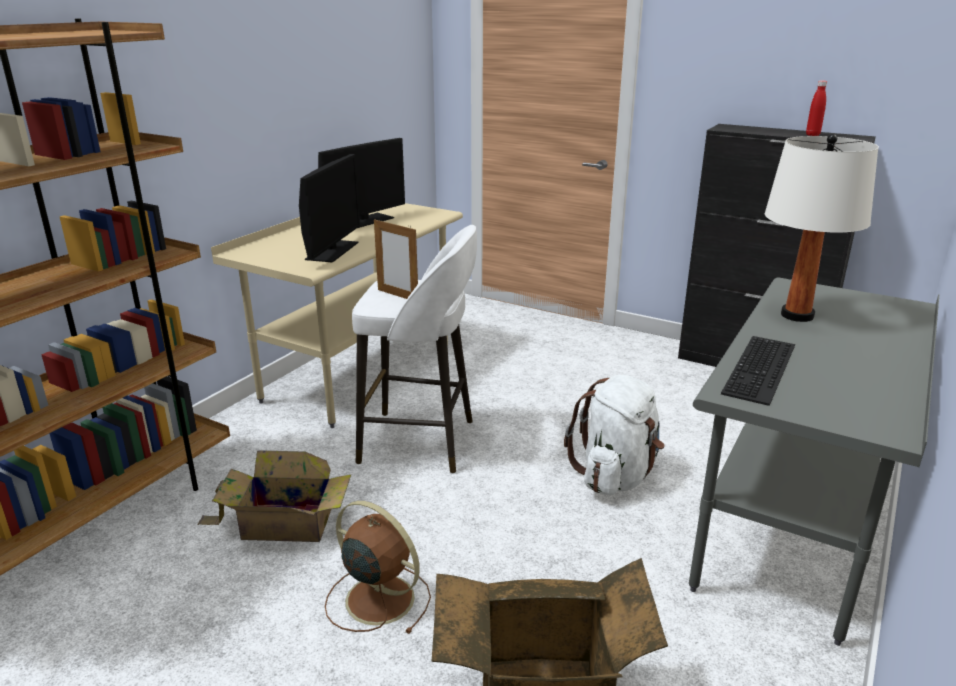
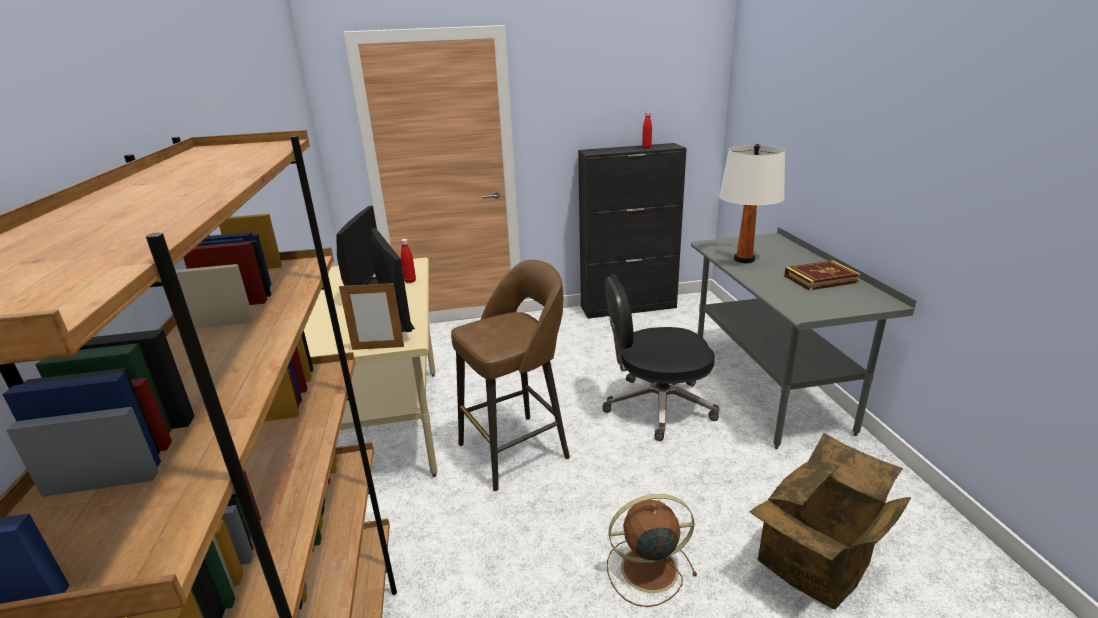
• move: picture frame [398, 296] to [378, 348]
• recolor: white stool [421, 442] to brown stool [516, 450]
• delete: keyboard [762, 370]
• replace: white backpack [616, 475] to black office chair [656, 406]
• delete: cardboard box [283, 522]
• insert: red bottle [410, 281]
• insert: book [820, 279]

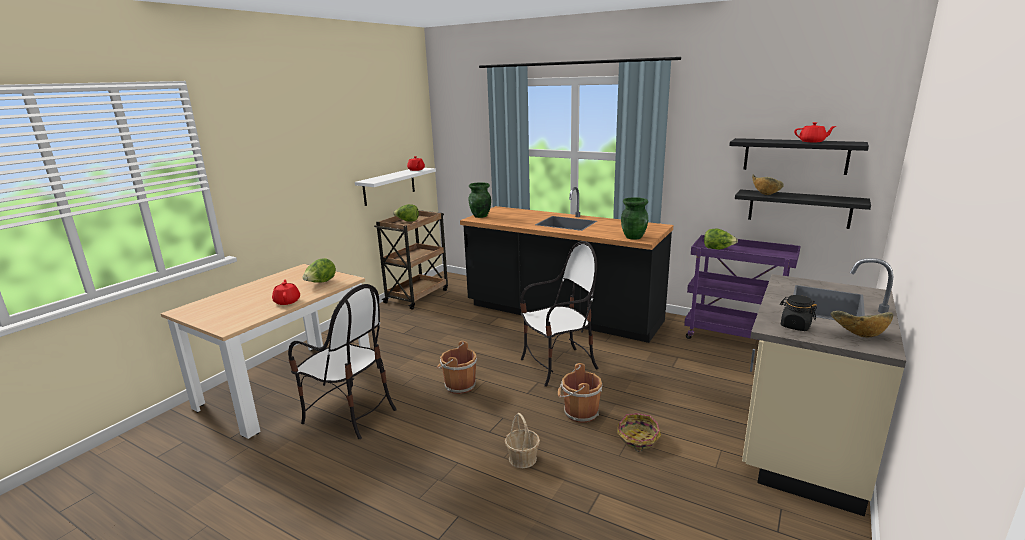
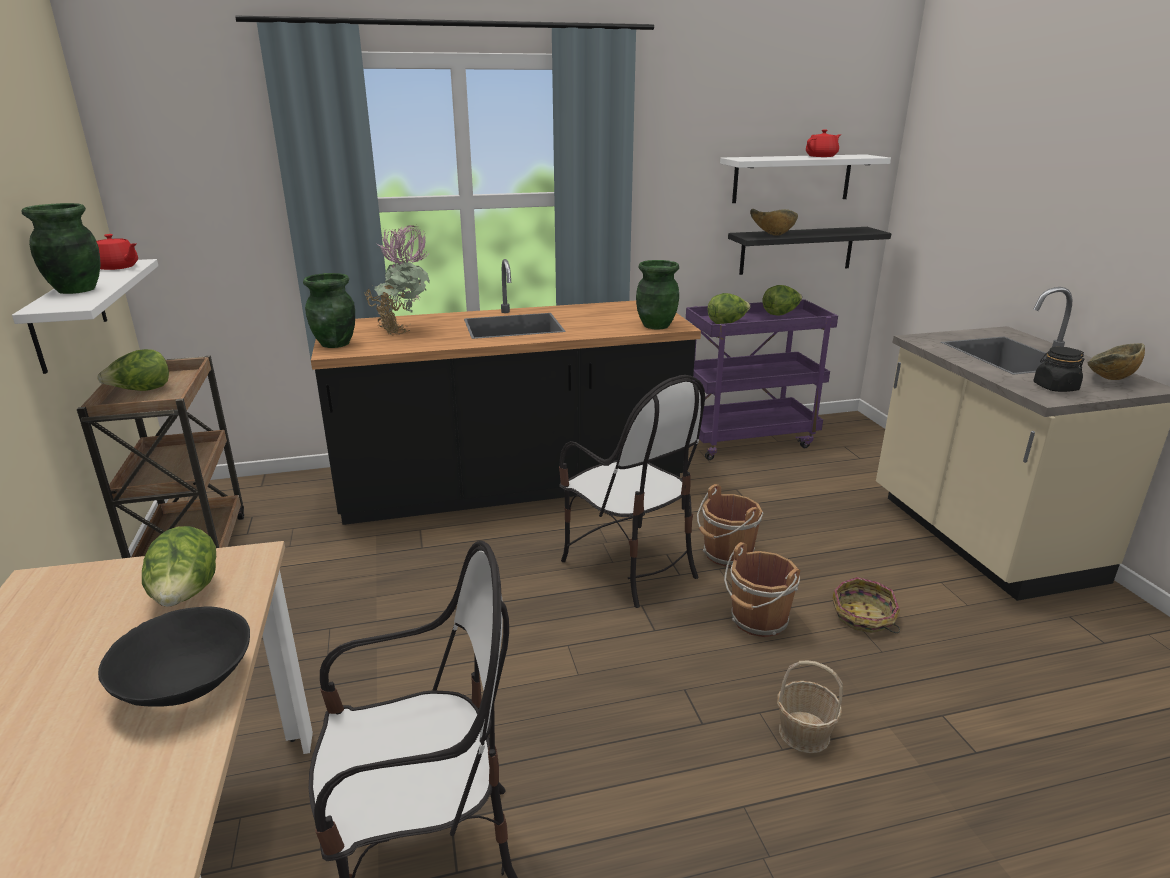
• recolor: black shelf [795, 156] to white shelf [792, 178]
• rotate: chair [558, 366] = [629, 566] 120 degrees clockwise
• replace: red teapot [287, 301] to black bowl [187, 683]
• move: brown bucket [458, 385] to [726, 554]
• insert: green vase [76, 290]
• insert: potted plant [404, 331]
• insert: lettuce [781, 314]

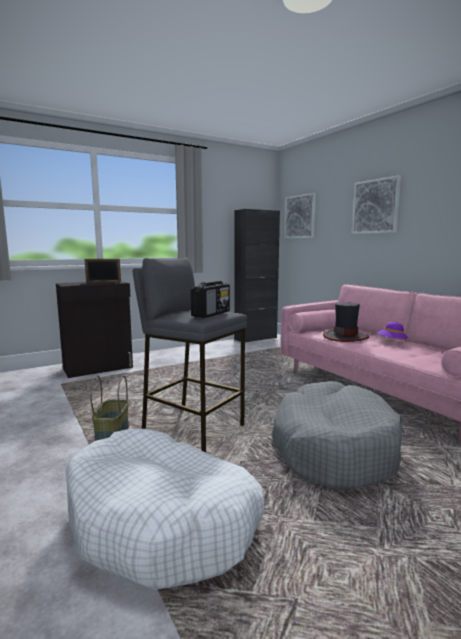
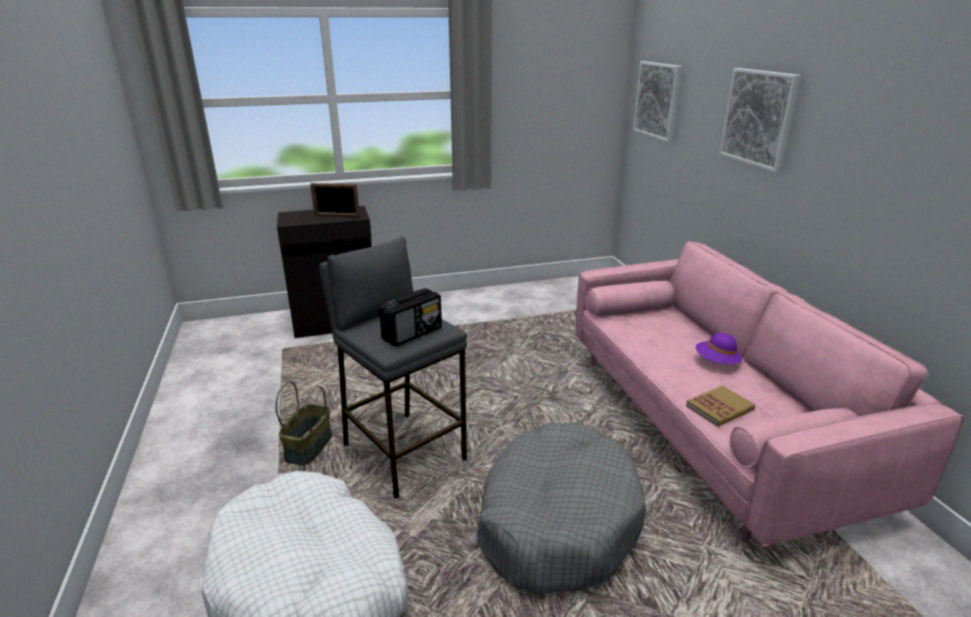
• delete: black cabinet [255, 338]
• delete: hat [345, 337]
• insert: book [720, 408]

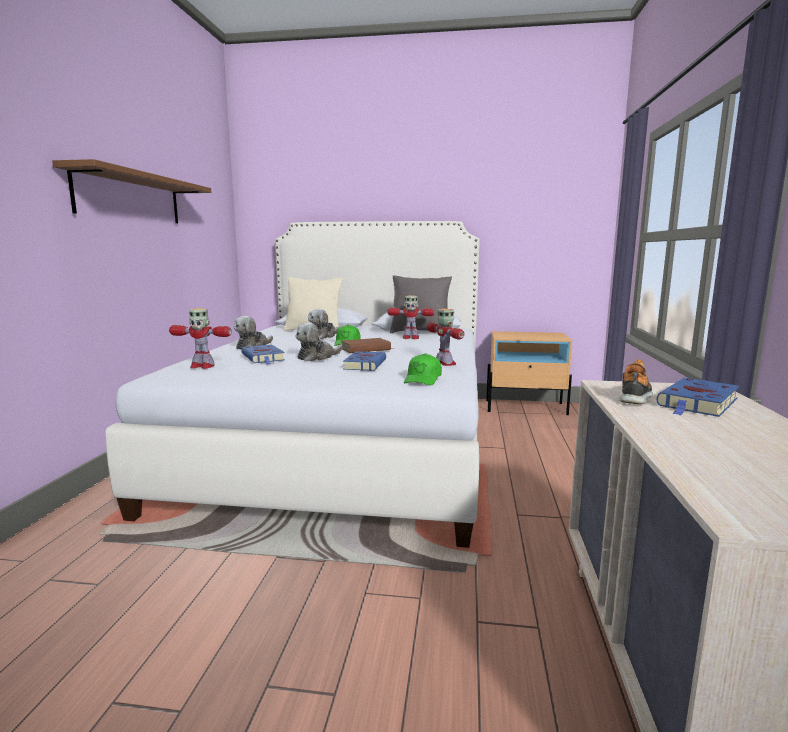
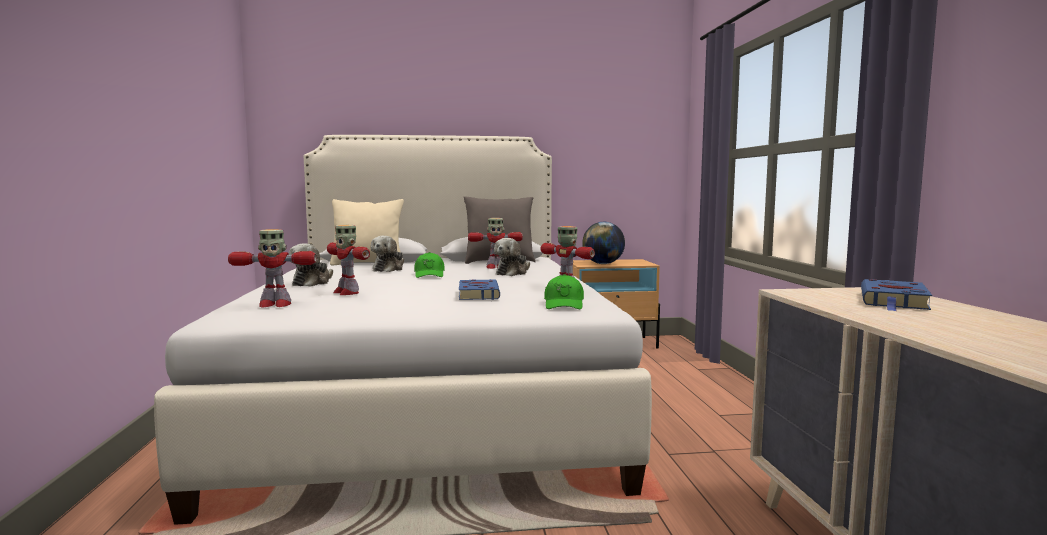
• delete: brown shelf [130, 198]
• move: plush toy [317, 357] to [512, 273]
• delete: brown book [366, 349]
• replace: blue book [263, 358] to toy robot [346, 292]
• delete: shoe [635, 397]
• insert: globe [603, 264]

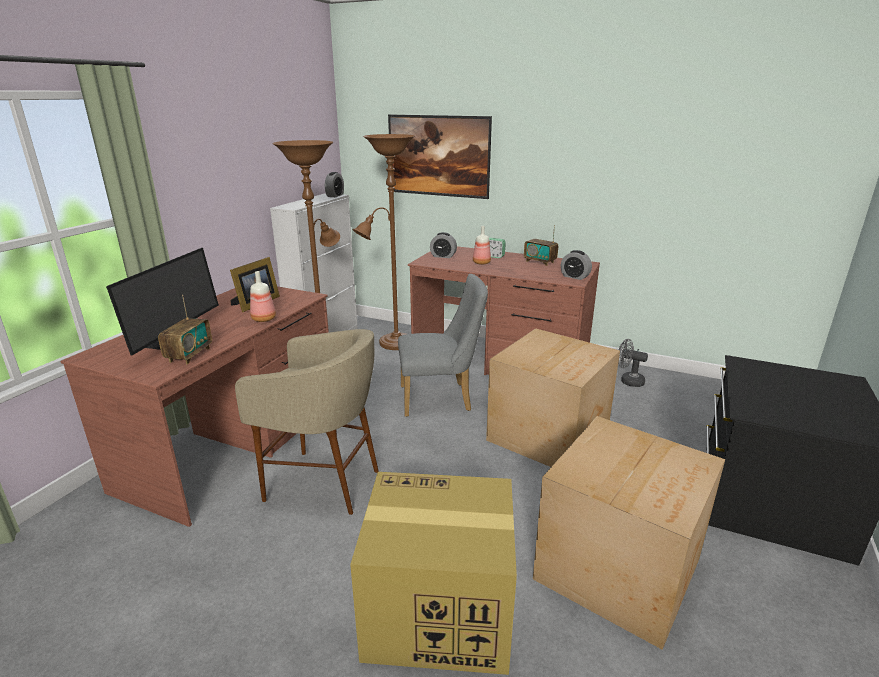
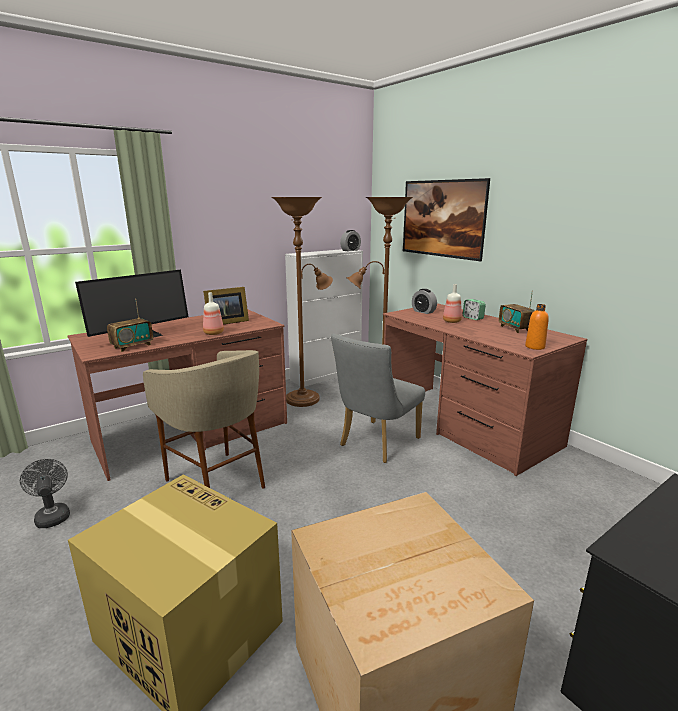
• replace: alarm clock [574, 277] to orange bottle [535, 347]
• rotate: grey chair [441, 398] = [376, 444] 105 degrees clockwise
• delete: cardboard box [550, 435]
• move: grey fan [628, 381] to [52, 515]

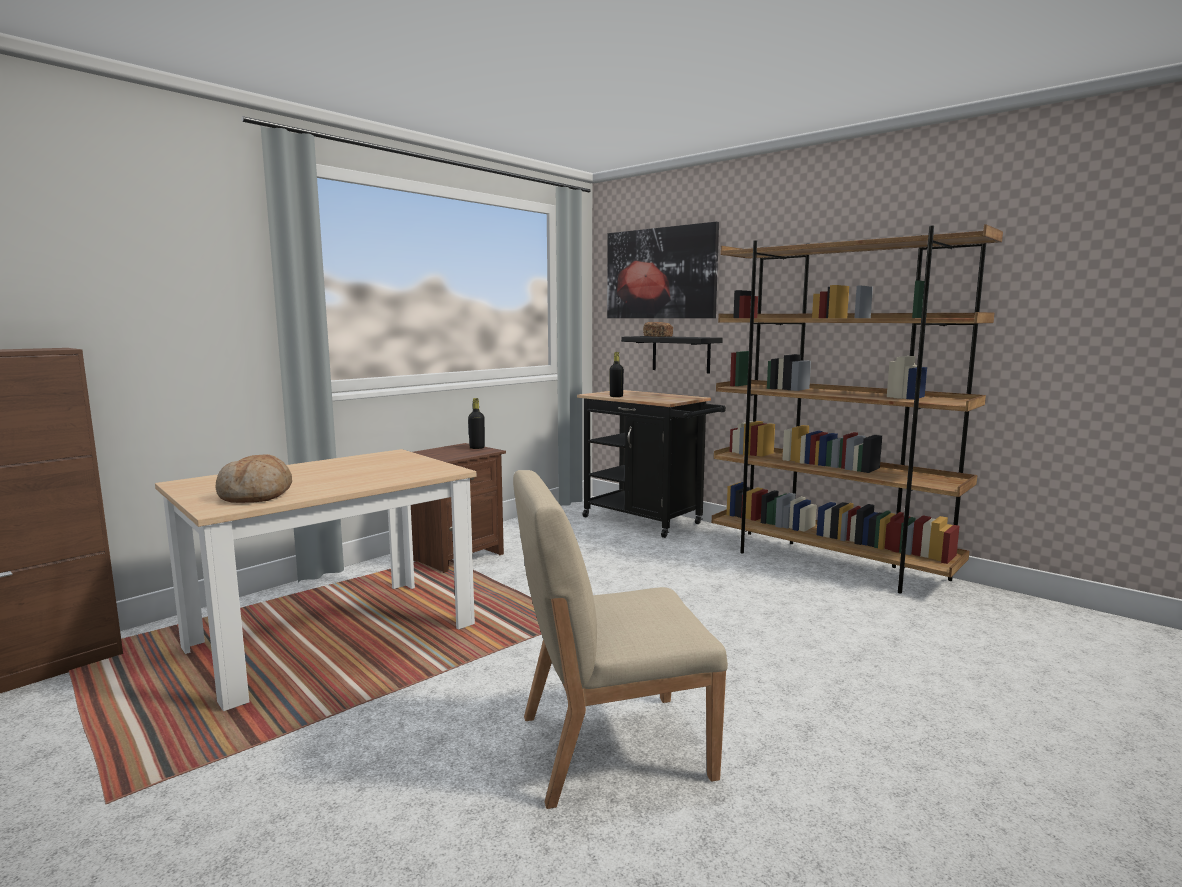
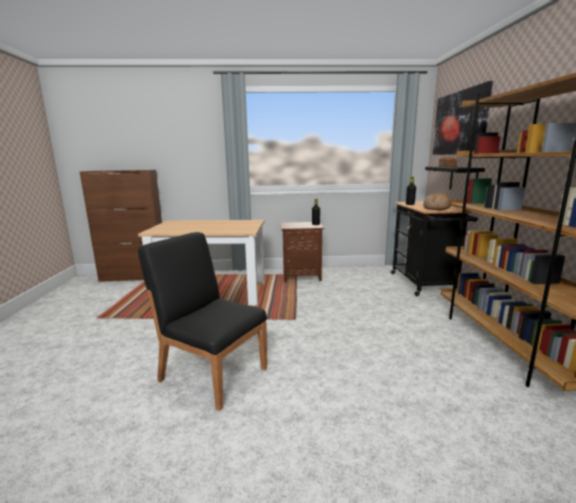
• move: bread [257, 495] to [437, 208]
• recolor: beige chair [611, 746] to black chair [213, 373]

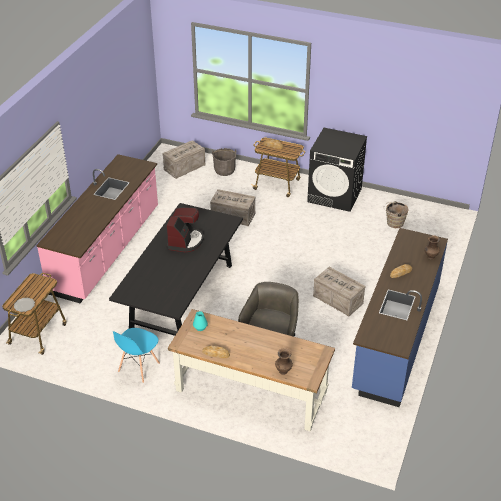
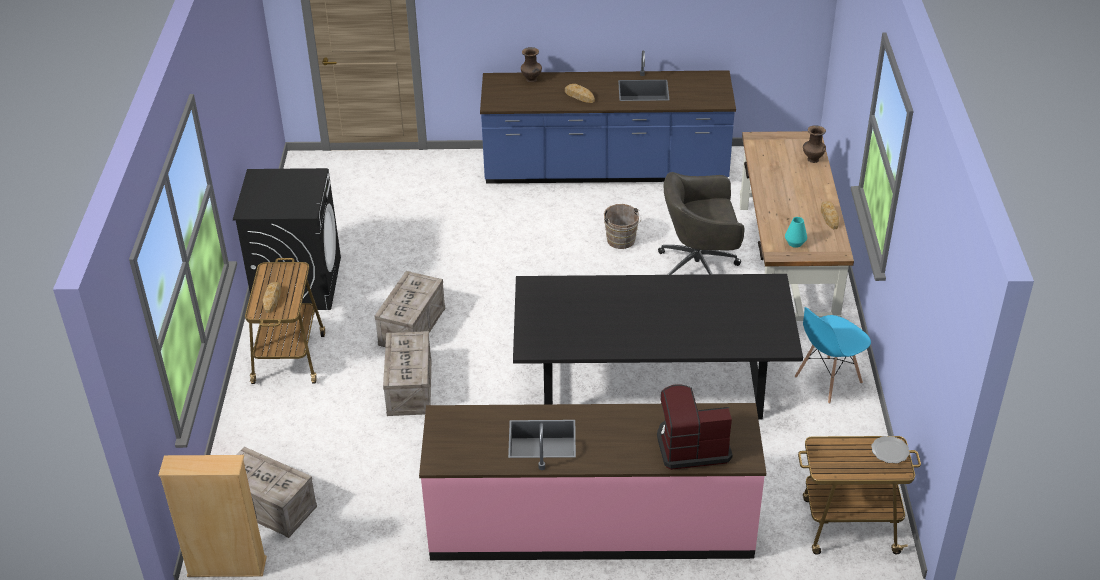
• delete: grey bucket [224, 170]
• move: brown bucket [393, 223] to [621, 241]
• move: coffee machine [185, 241] to [691, 446]
• move: crate [338, 300] to [412, 325]
• rotate: blue chair [138, 367] = [827, 380] 135 degrees clockwise
• insert: beige bookcase [227, 567]

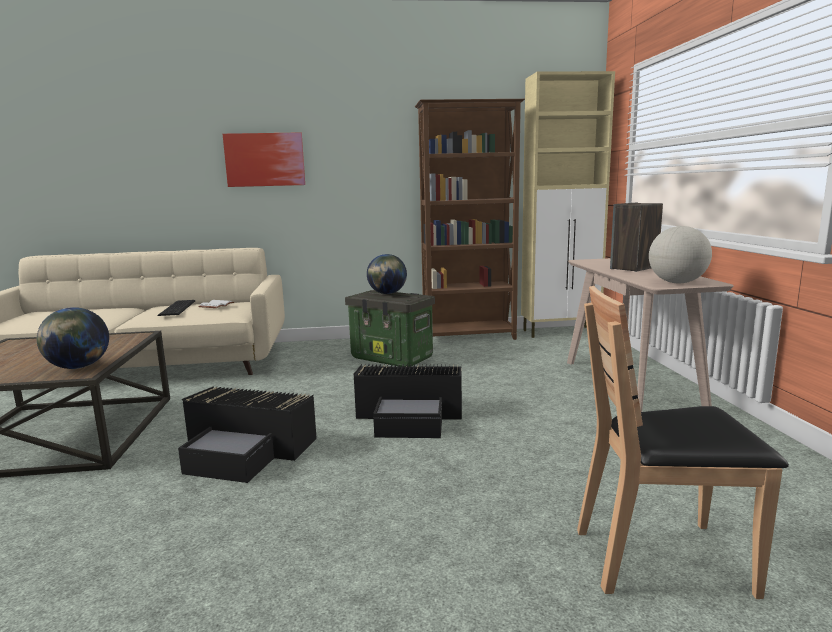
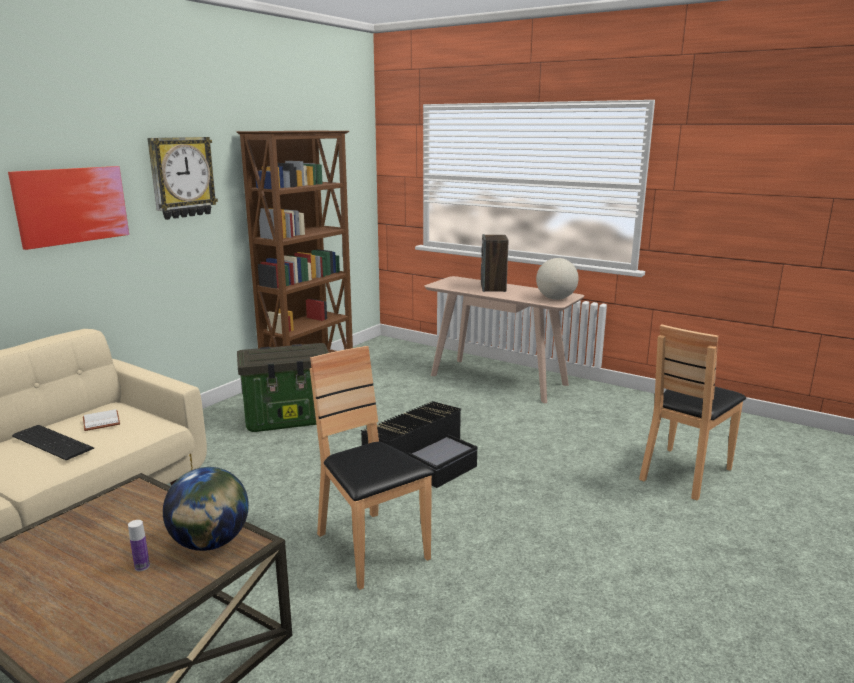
• delete: beige cabinet [561, 332]
• delete: globe [387, 293]
• replace: black storage box [247, 450] to brown chair [371, 548]
• insert: wall clock [182, 177]
• insert: bottle [142, 567]

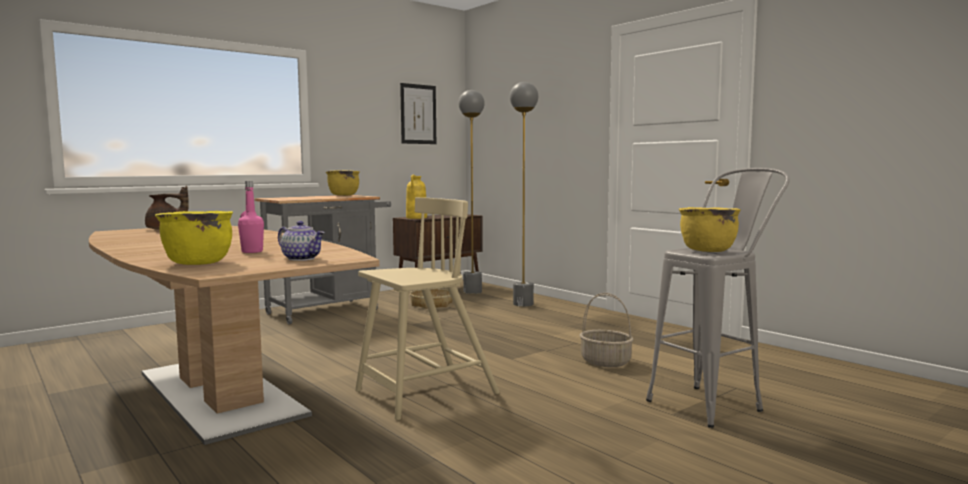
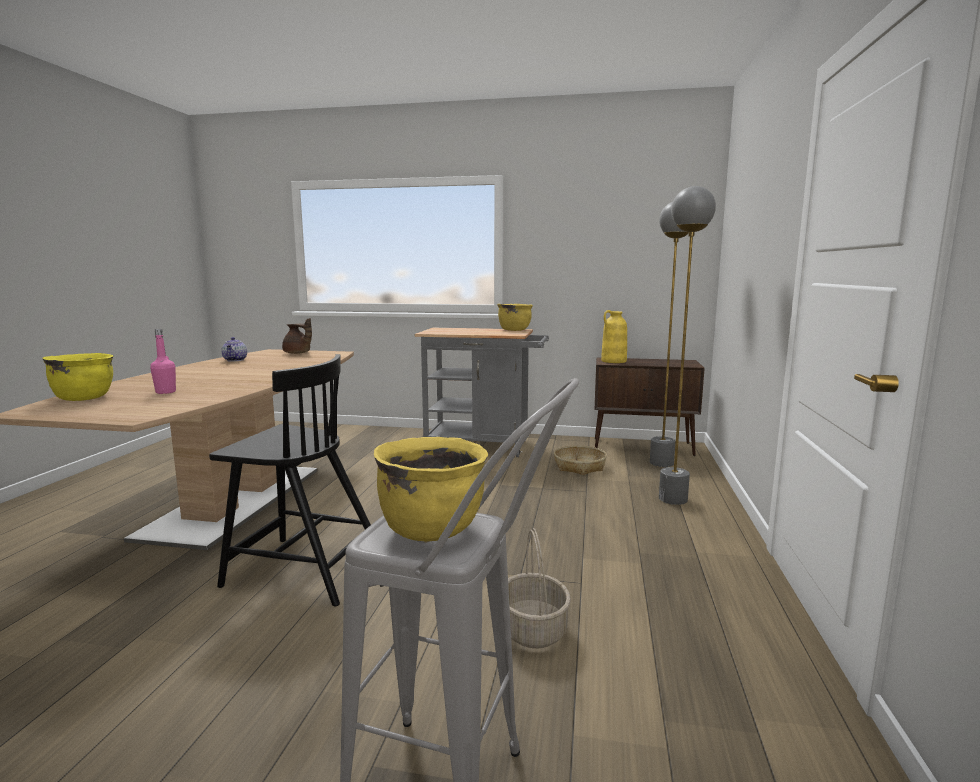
• delete: picture [418, 114]
• recolor: beige chair [424, 393] to black chair [302, 570]
• move: teapot [302, 259] to [235, 360]

